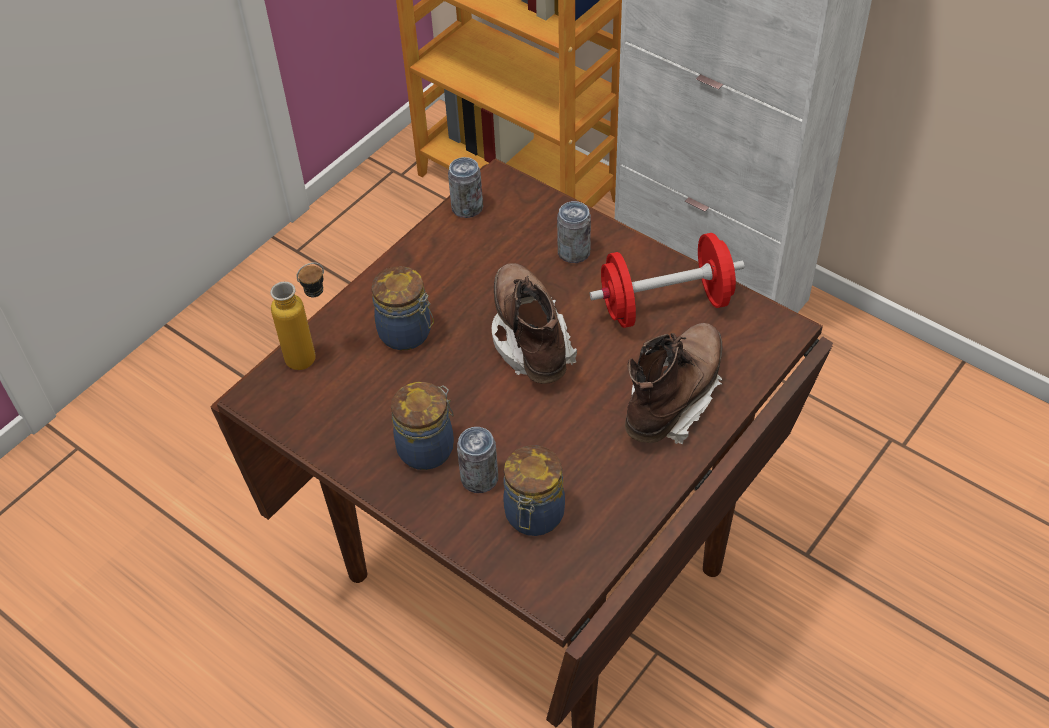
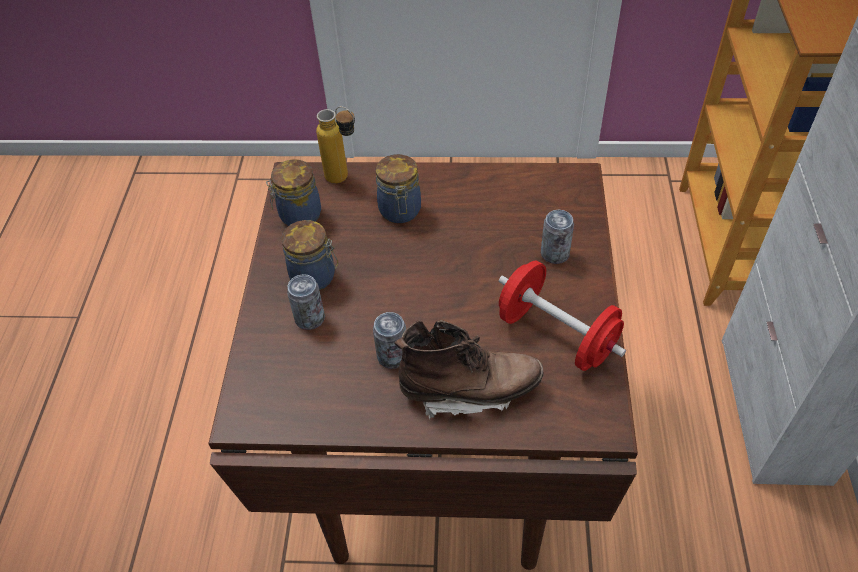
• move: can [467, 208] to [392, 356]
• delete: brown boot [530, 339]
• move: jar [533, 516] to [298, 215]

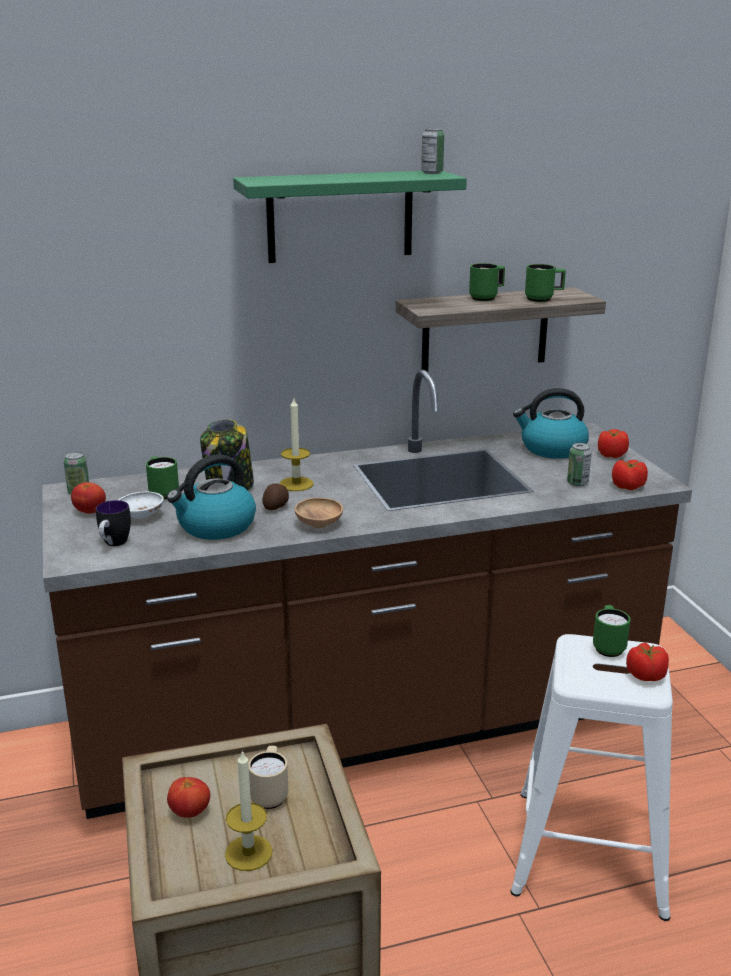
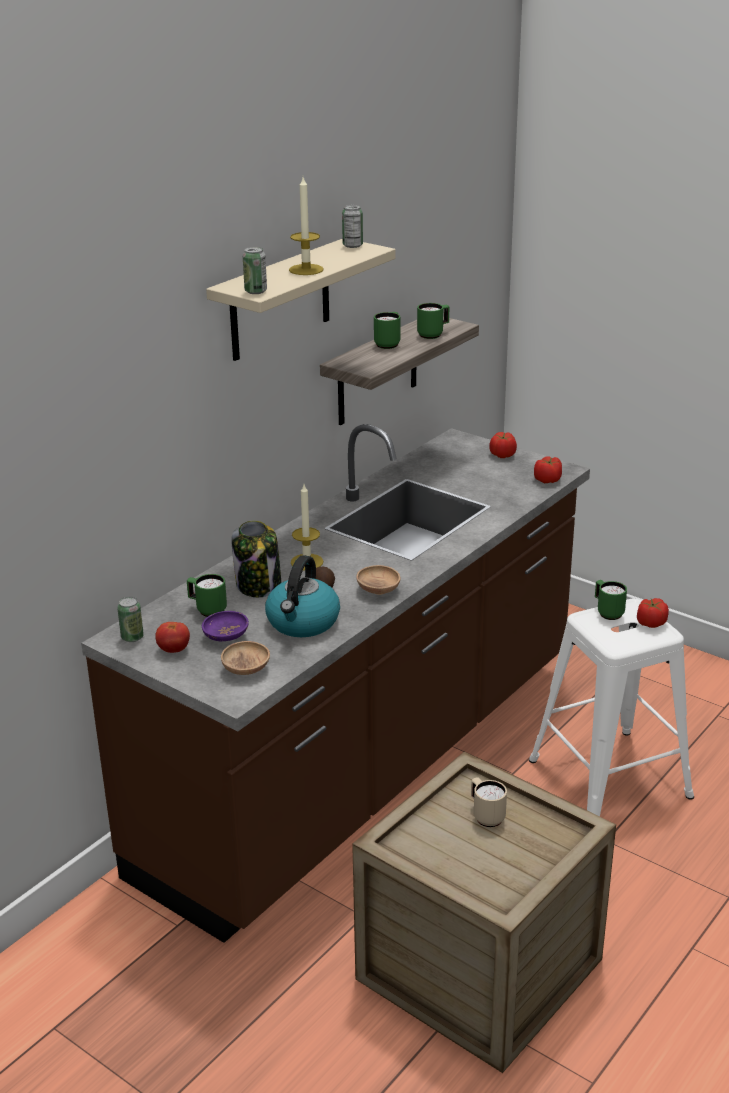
• recolor: green shelf [340, 216] to beige shelf [280, 301]
• delete: kettle [552, 449]
• move: can [577, 483] to [255, 291]
• recolor: white bowl [141, 516] to purple bowl [226, 637]
• replace: mug [113, 544] to brown bowl [246, 669]
• move: candle [248, 853] to [306, 269]
• delete: tomato [190, 812]

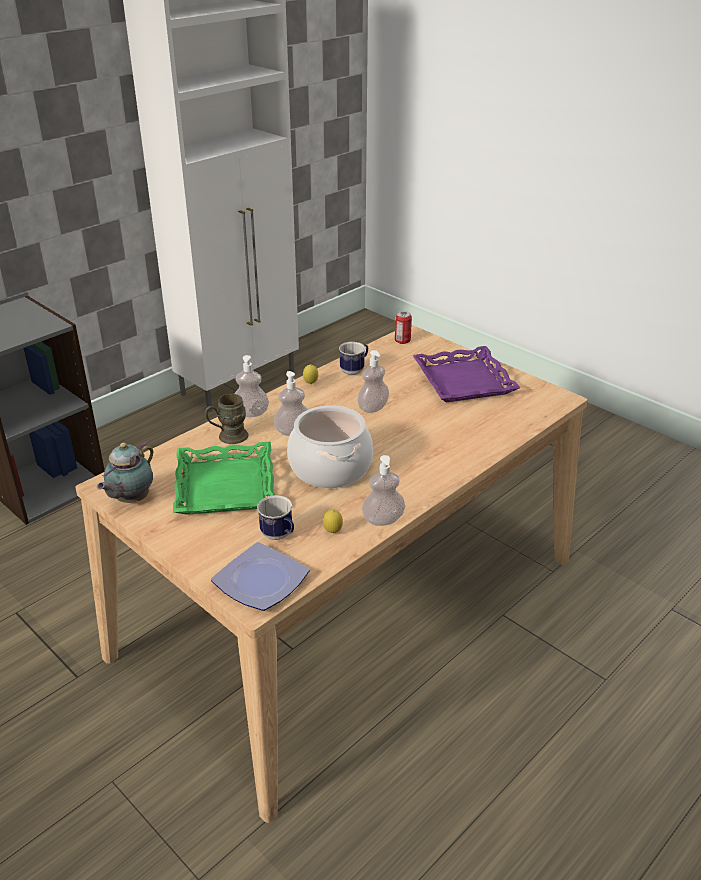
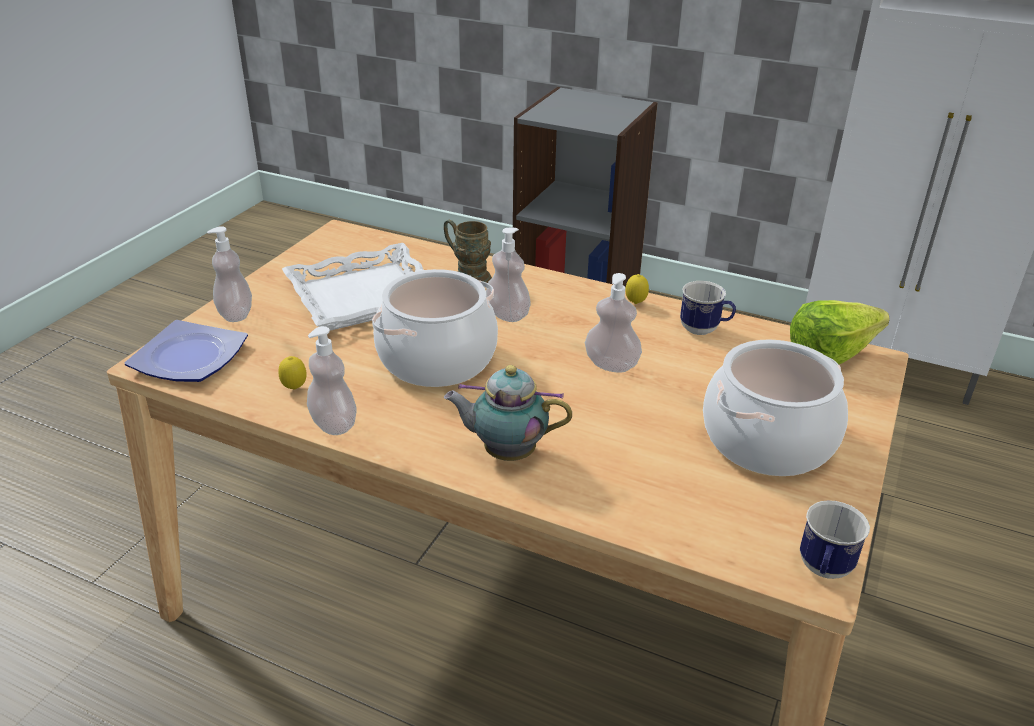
• replace: can [402, 341] to lettuce [838, 356]
• replace: purple tray [463, 381] to cooking pot [767, 439]
• move: soap dispenser [251, 413] to [235, 314]
• move: teapot [131, 500] to [506, 452]
• recolor: green tray [224, 486] to white tray [364, 296]
• move: mug [279, 536] to [823, 571]

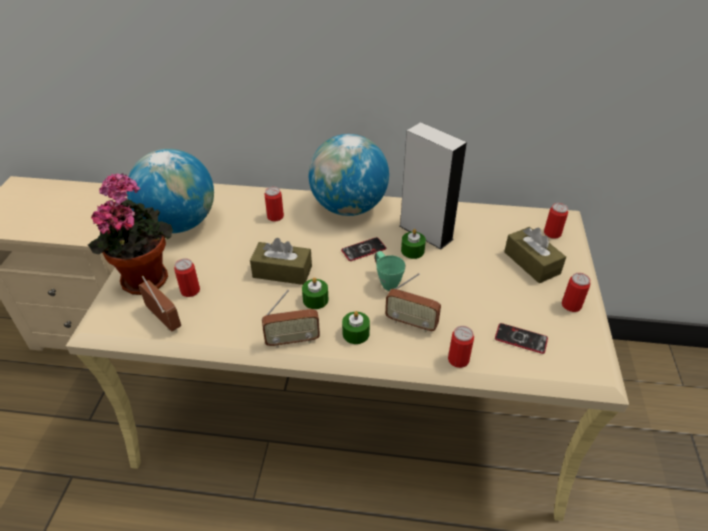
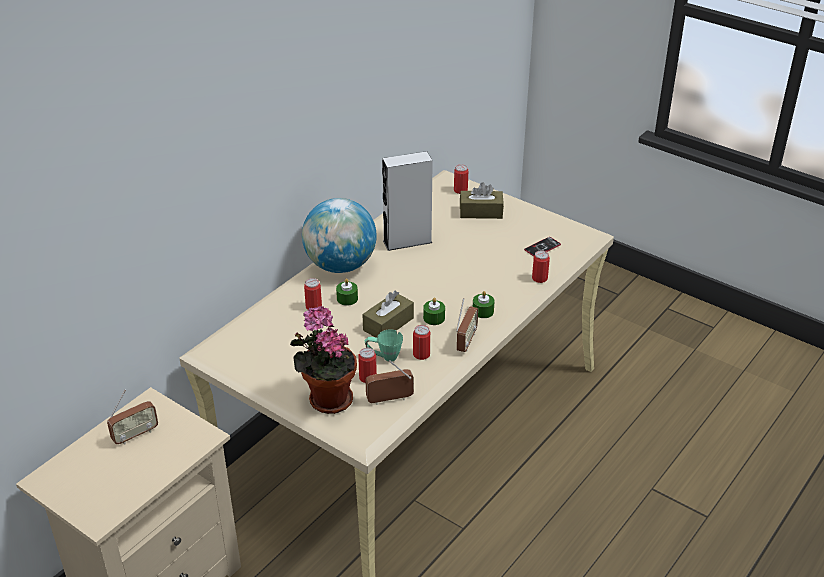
• delete: globe [179, 224]
• move: green candle [412, 251] to [347, 298]
• delete: phone [363, 250]
• move: green mug [386, 281] to [384, 357]
• move: radio [411, 323] to [135, 435]
• move: can [571, 305] to [421, 354]

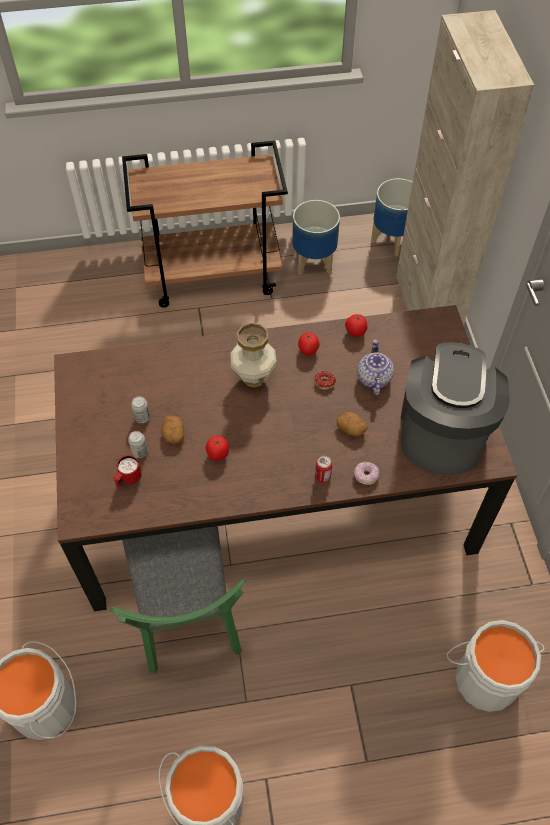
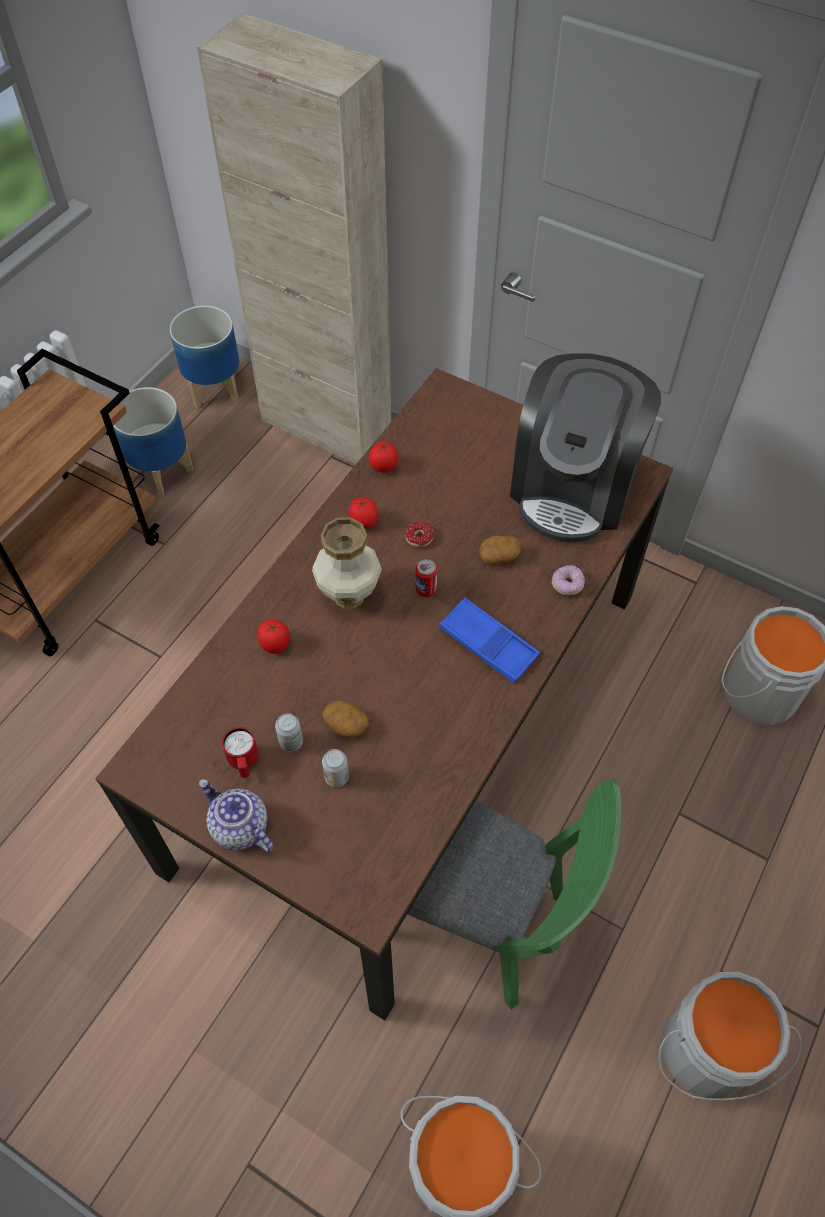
• move: teapot [373, 378] to [239, 828]
• rotate: coffee machine [441, 432] = [573, 487] 120 degrees counterclockwise
• move: tomato [218, 454] to [275, 644]
• move: red mug [128, 480] to [244, 763]
• move: can [322, 476] to [426, 589]
• insert: blue tray [488, 644]

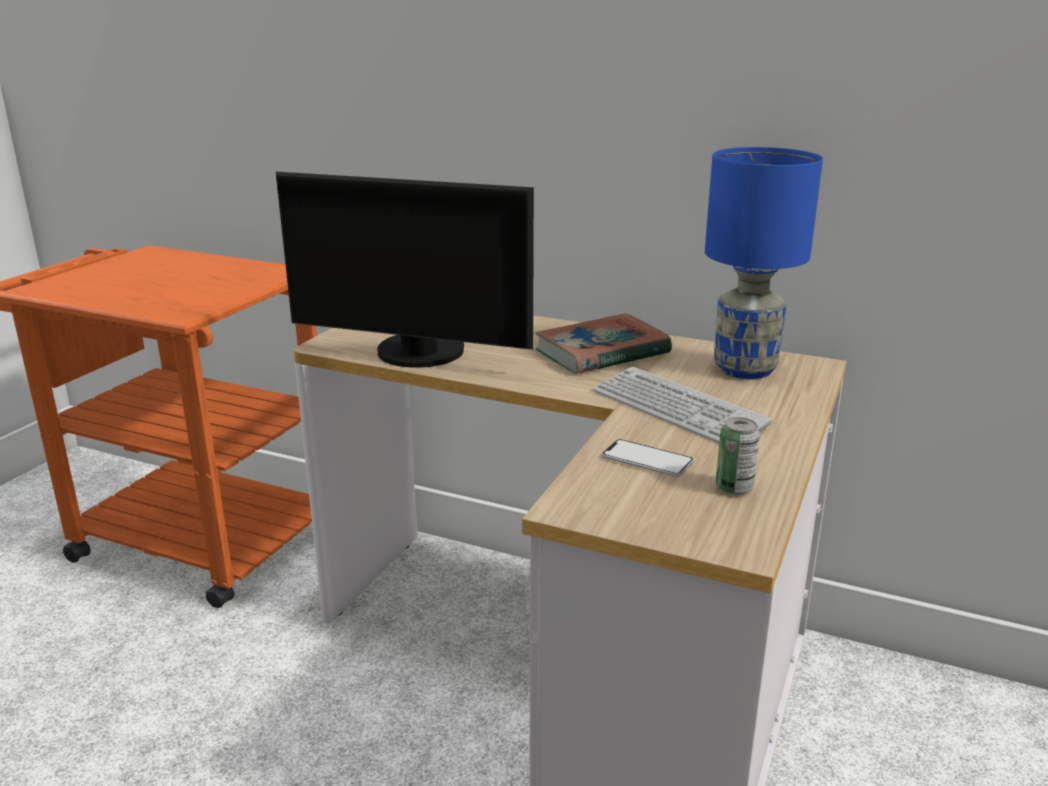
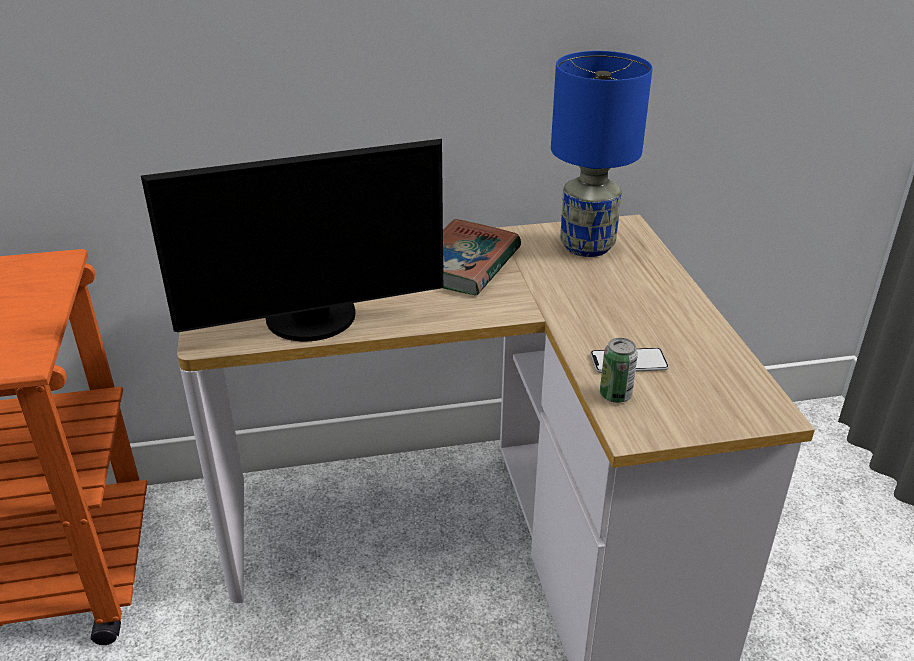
• delete: keyboard [677, 409]
• move: can [734, 487] to [615, 395]

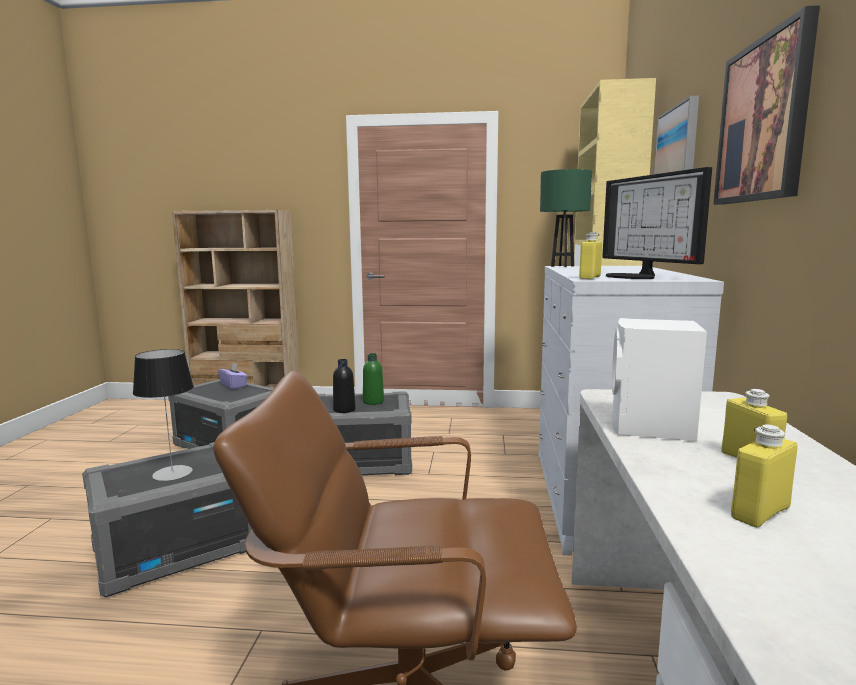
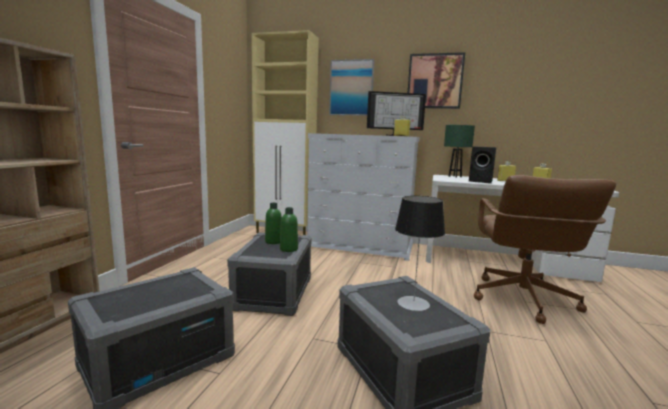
• move: green table lamp [562, 266] to [455, 176]
• recolor: white speaker [651, 428] to black speaker [481, 181]
• recolor: black bottle [344, 410] to green bottle [288, 249]
• delete: purple tissue box [234, 386]

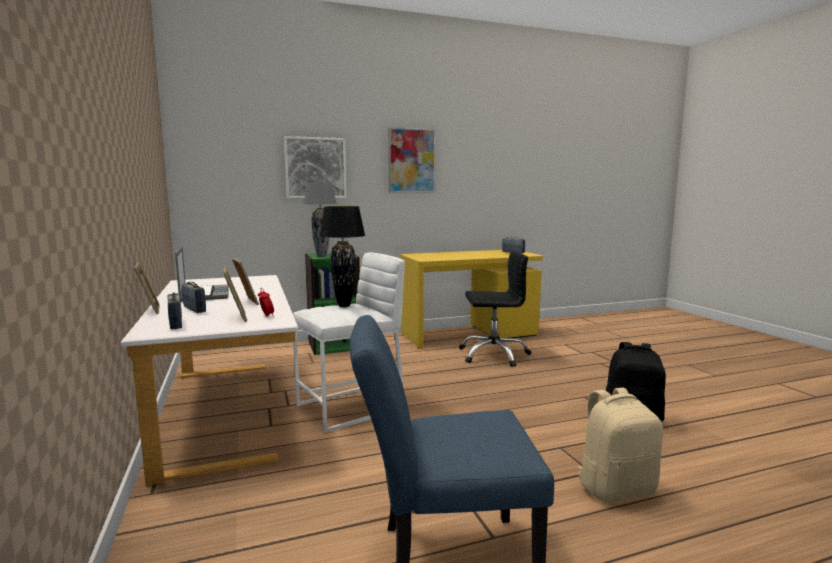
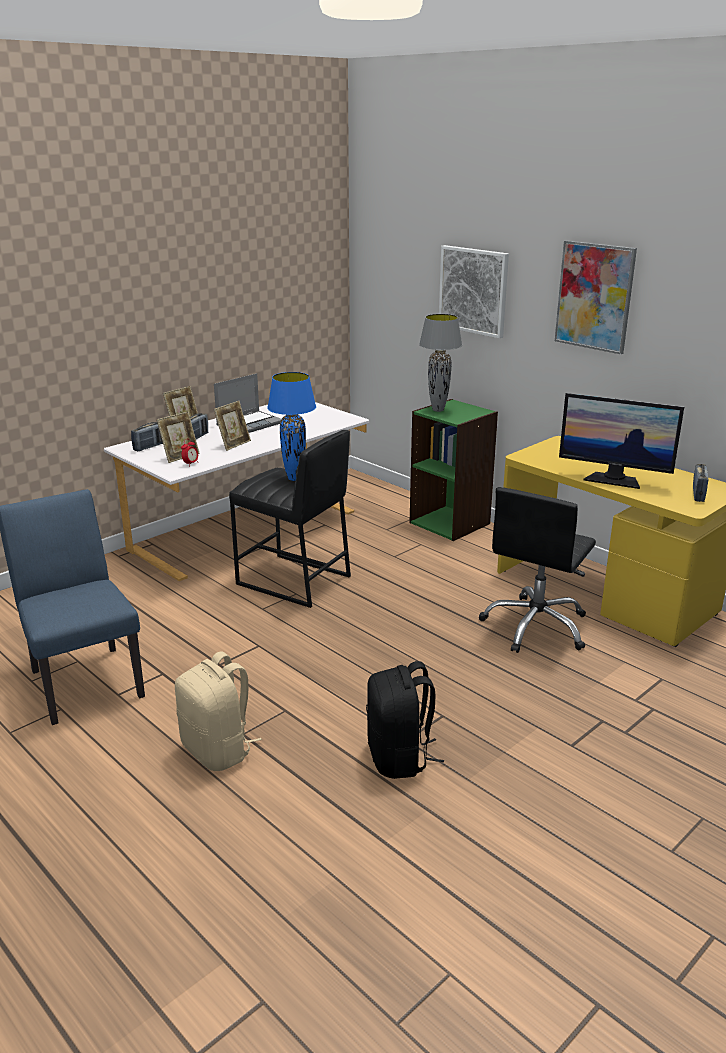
• recolor: black table lamp [344, 305] to blue table lamp [294, 478]
• rotate: black office chair [493, 354] = [536, 626] 60 degrees clockwise
• recolor: white stool [351, 407] to black stool [293, 581]
• insert: monitor [613, 479]

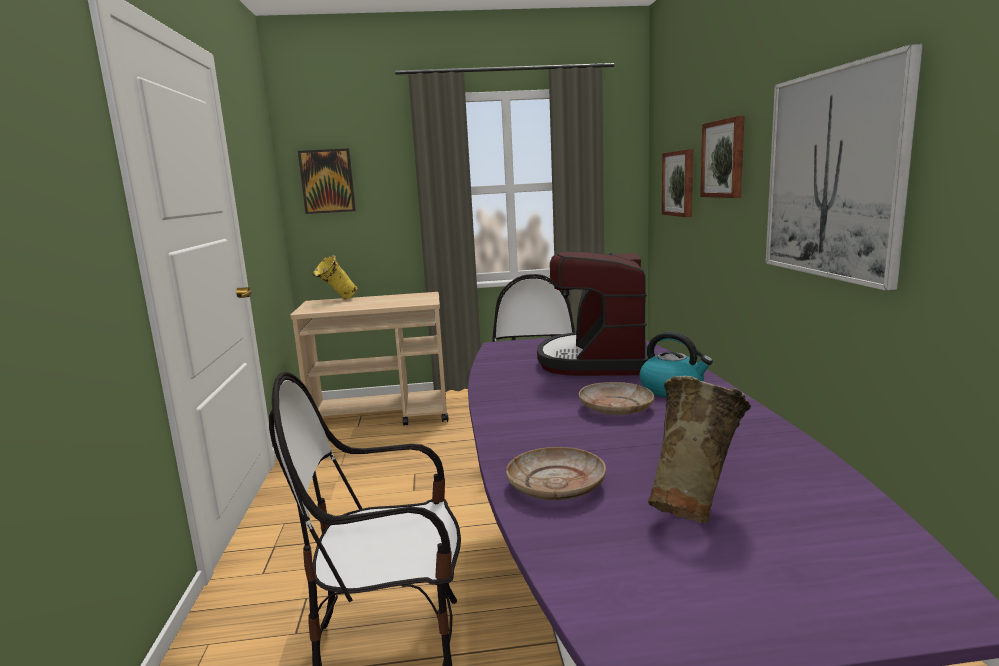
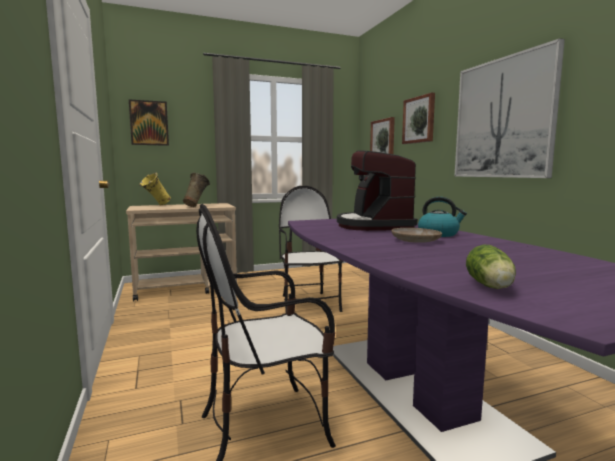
• move: beige vase [694, 507] to [197, 206]
• delete: beige plate [556, 485]
• insert: lettuce [490, 287]

